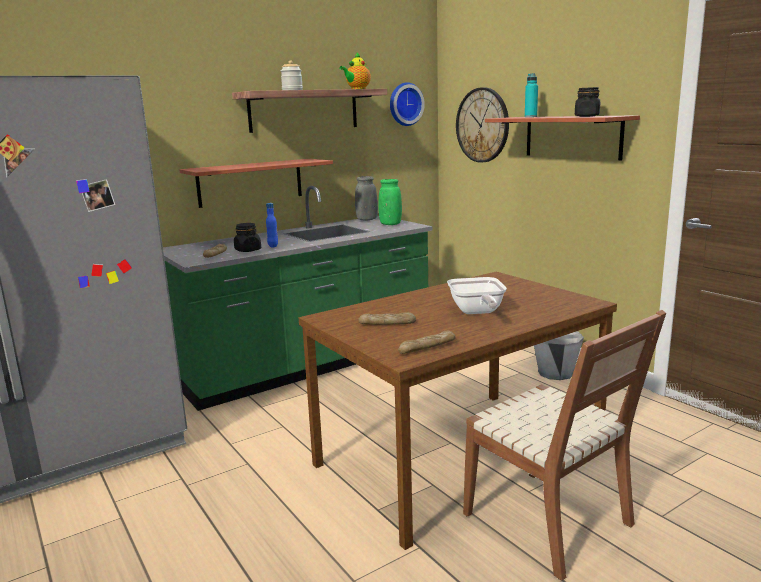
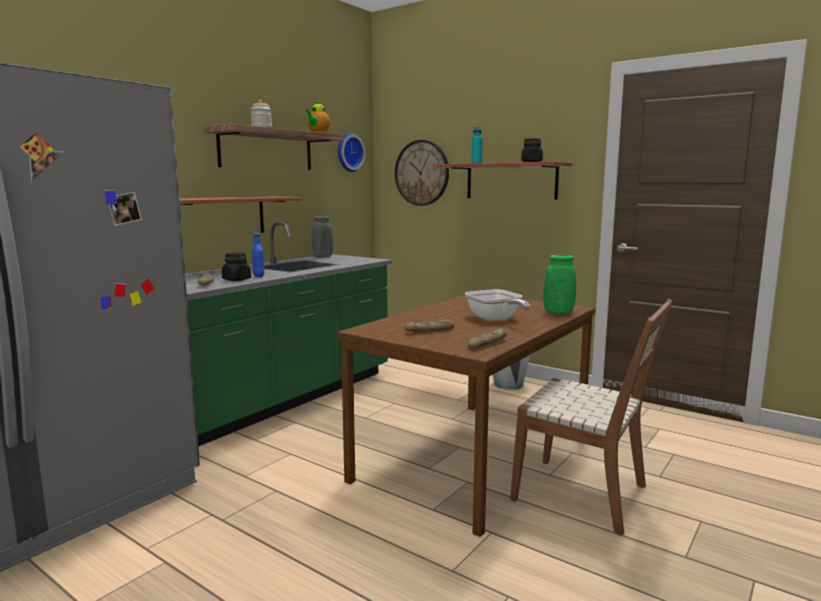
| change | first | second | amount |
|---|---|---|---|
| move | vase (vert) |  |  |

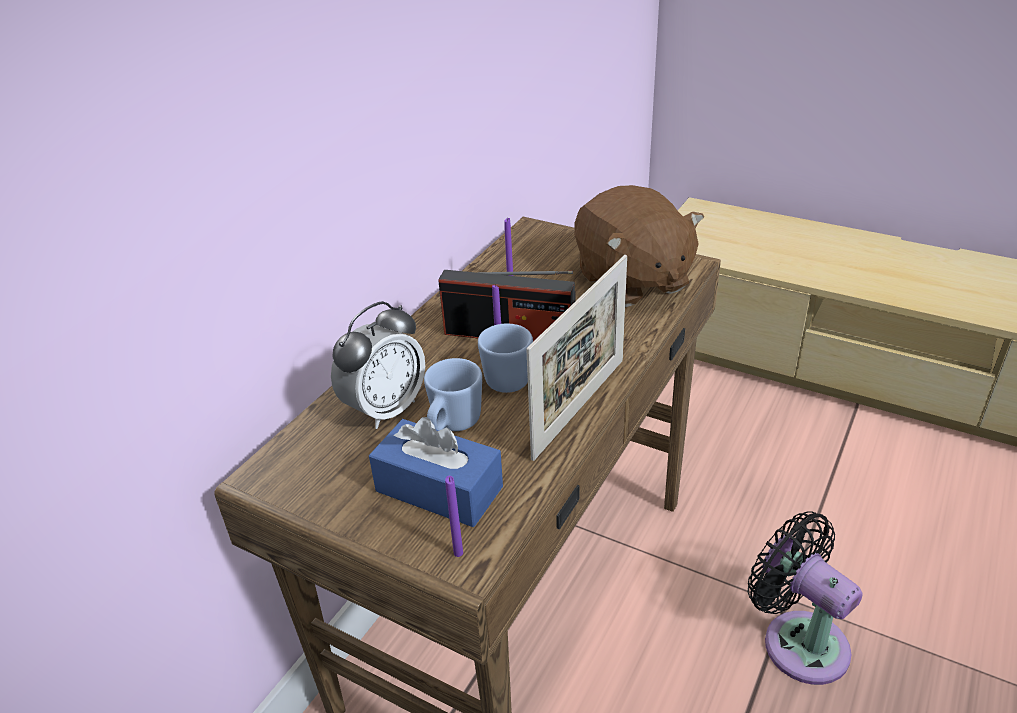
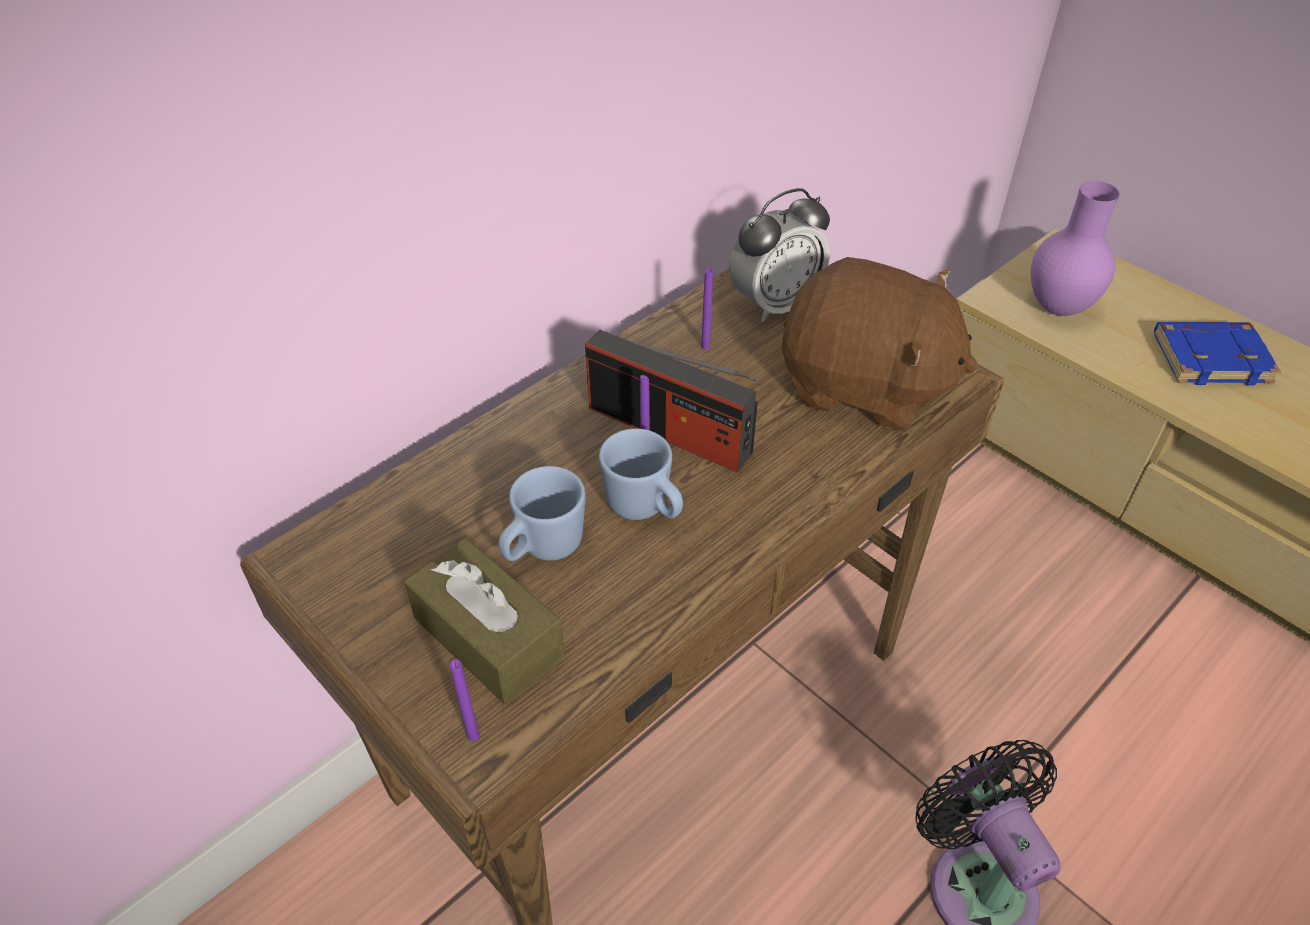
| change | first | second | amount |
|---|---|---|---|
| delete | cadre photo |  |  |
| insert |  | vase (violet) |  |
| insert |  | livre (bleu) |  |
| move | réveil |  |  |
| recolor | boîte à mouchoirs (bleu) | boîte à mouchoirs (marron) |  |
| rotate | peluche (marron) |  | 60 degrees counterclockwise |

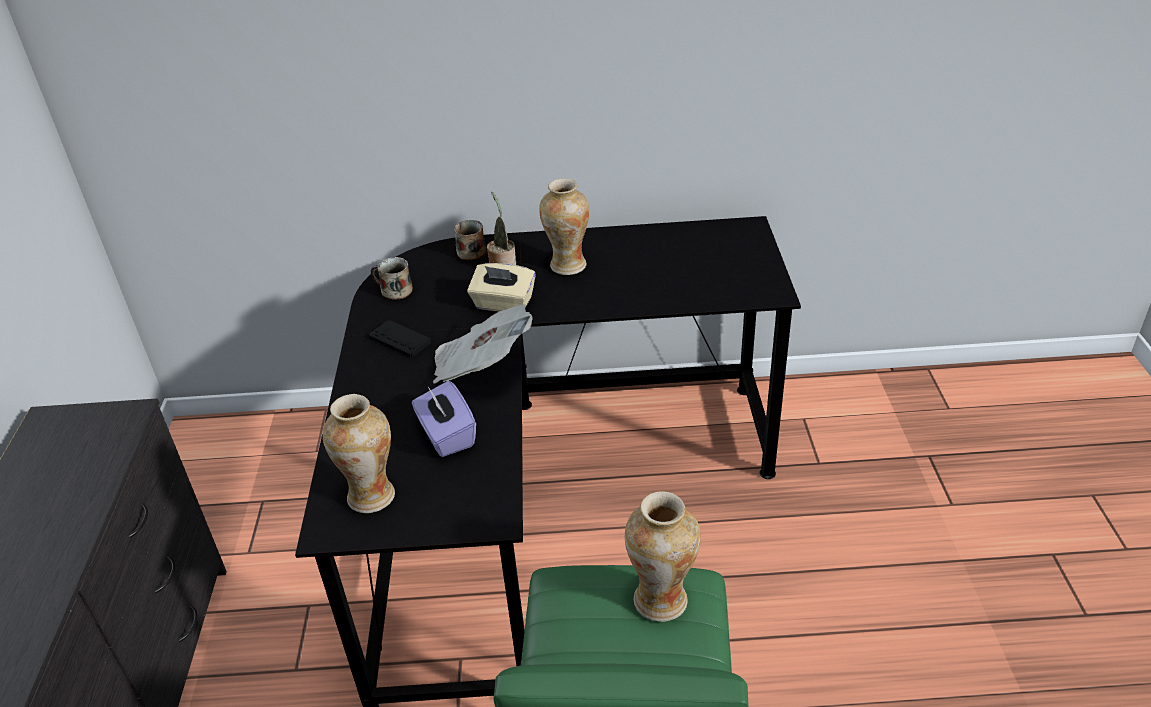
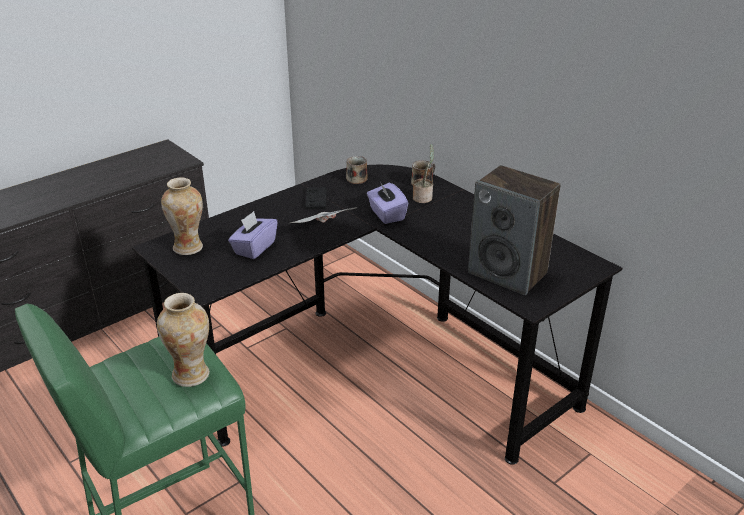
| change | first | second | amount |
|---|---|---|---|
| delete | vase (2nd from left) |  |  |
| insert |  | enceinte |  |
| recolor | boîte à mouchoirs (beige) | boîte à mouchoirs (violet) (2nd from left) |  |

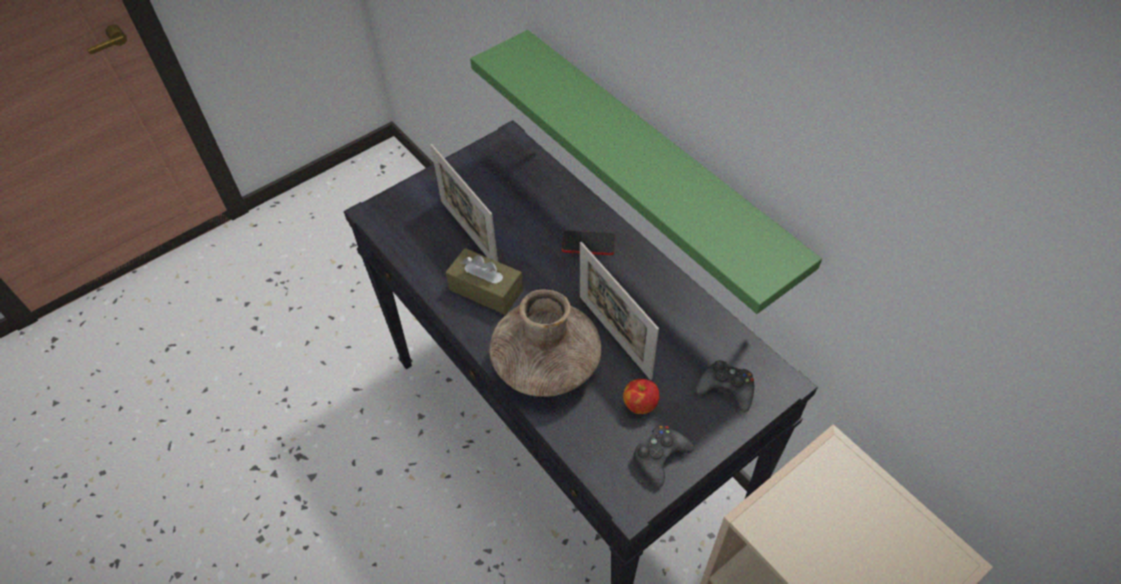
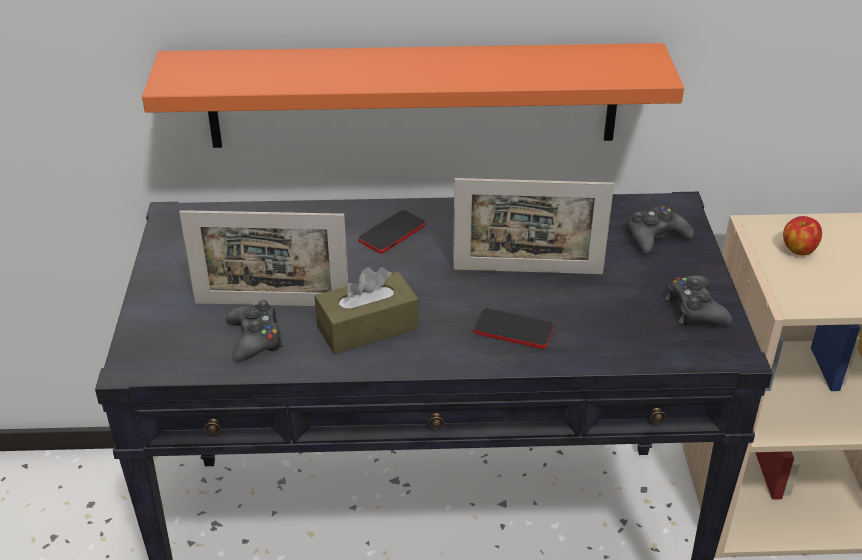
| change | first | second | amount |
|---|---|---|---|
| insert |  | manette (noir) (1st from left) |  |
| move | pomme |  |  |
| replace | vase (marron) | téléphone (2nd from left) |  |
| recolor | étagère (vert) | étagère (orange) |  |

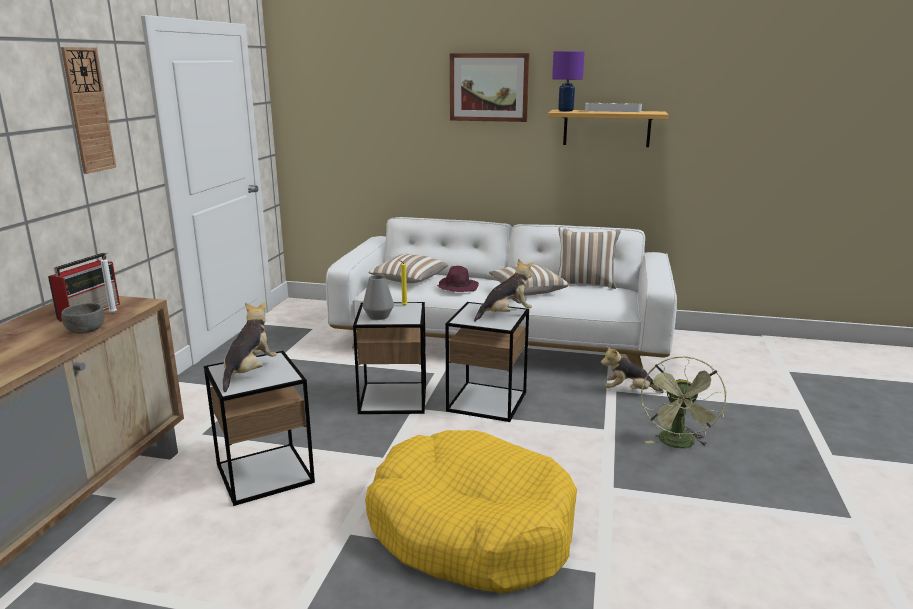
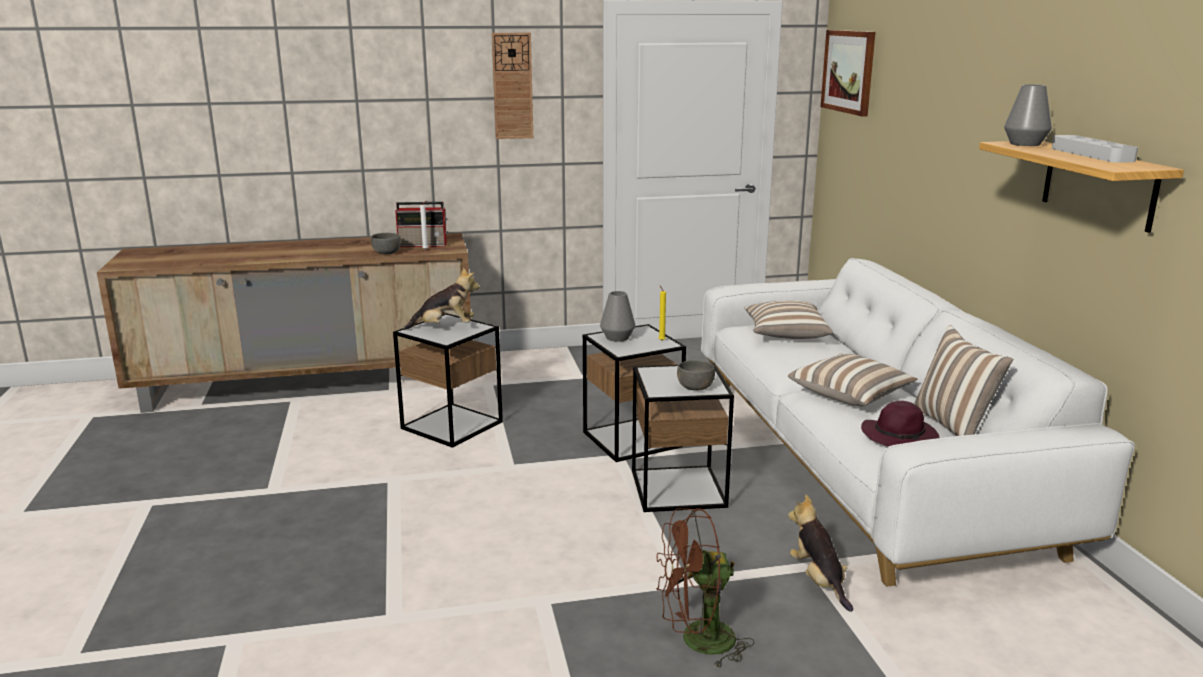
| change | first | second | amount |
|---|---|---|---|
| delete | panier pour chien (jaune) |  |  |
| move | chapeau (violet) |  |  |
| move | tableau |  |  |
| replace | peluche (2nd from left) | bol (gris) (2nd from left) |  |
| replace | lampe de table (violet) | vase (gris) (2nd from left) |  |
| recolor | ventilateur (vert) | ventilateur (marron) |  |

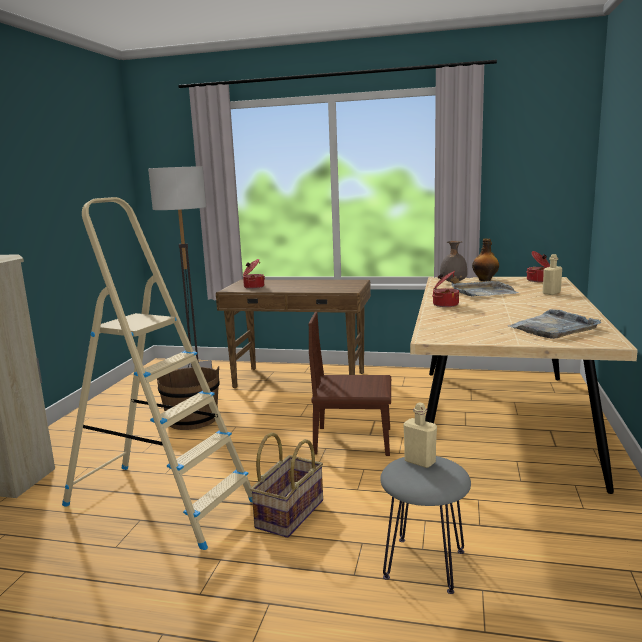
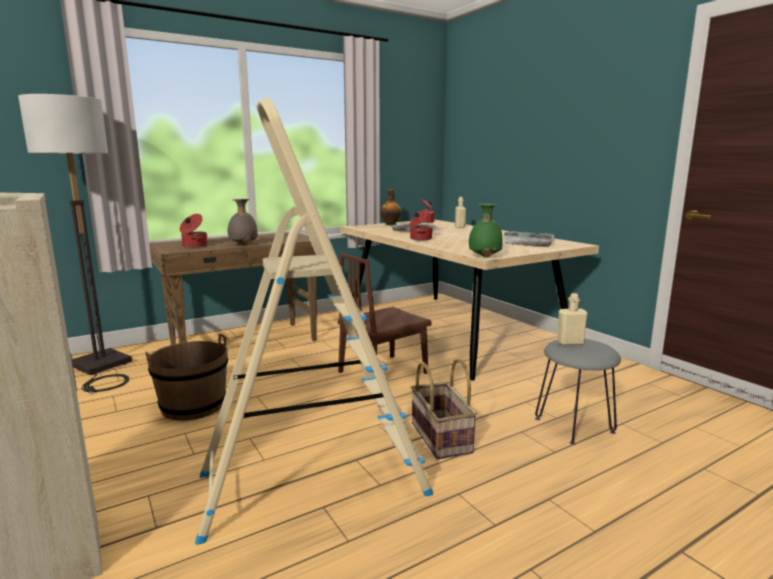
| change | first | second | amount |
|---|---|---|---|
| insert |  | vase (vert) |  |
| move | vase (gris) |  |  |

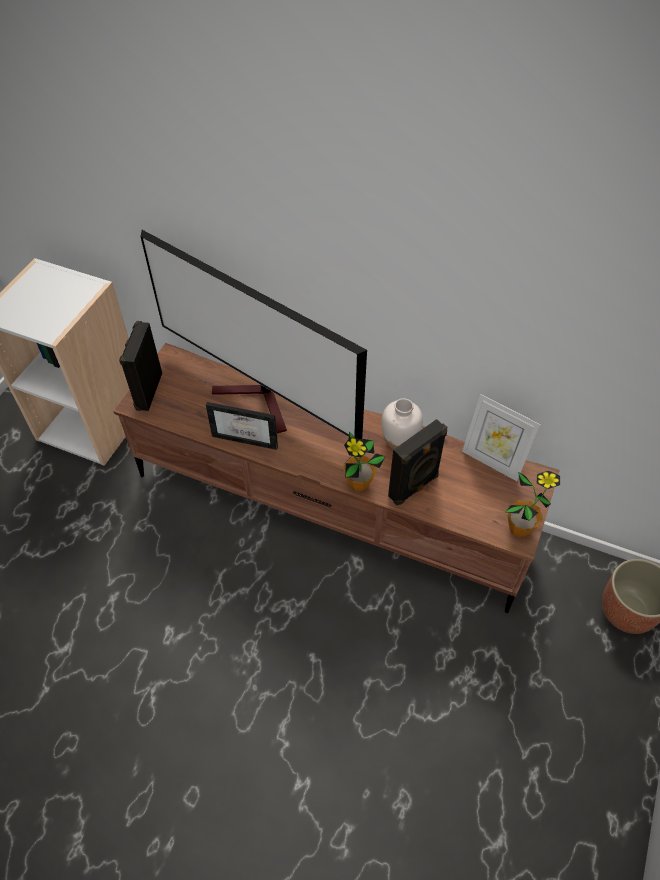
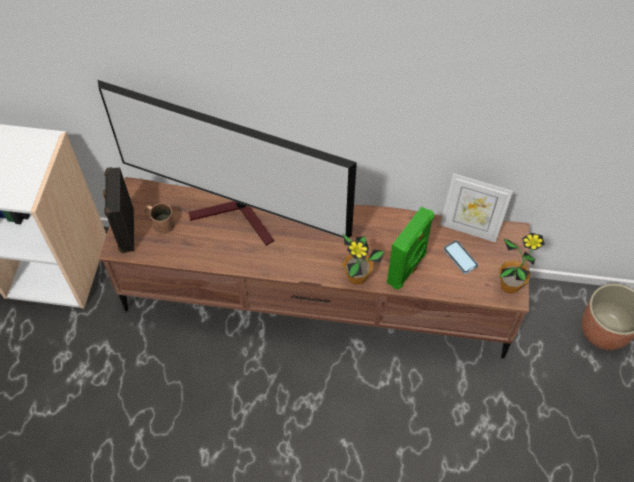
| change | first | second | amount |
|---|---|---|---|
| delete | cadre photo (1st from left) |  |  |
| delete | vase (blanc) |  |  |
| insert |  | mug (marron) |  |
| insert |  | téléphone |  |
| recolor | enceinte (noir) (2nd from left) | enceinte (vert) |  |

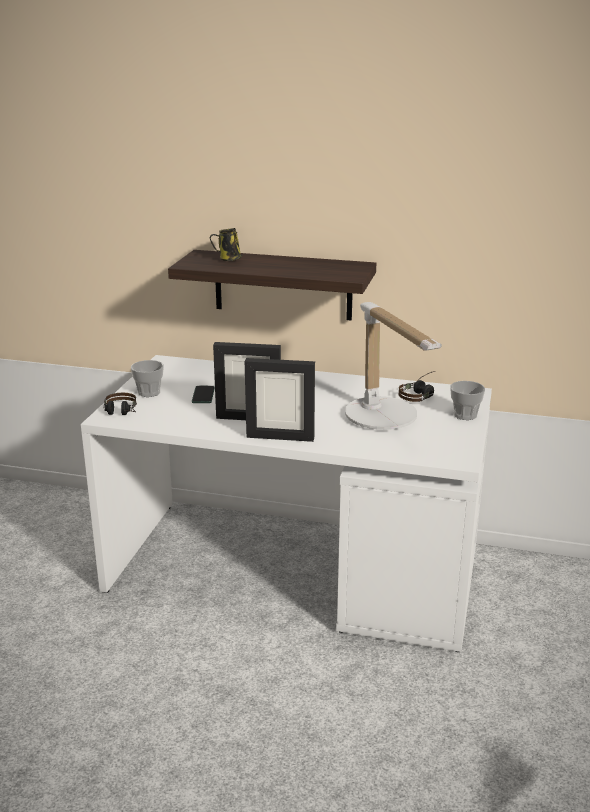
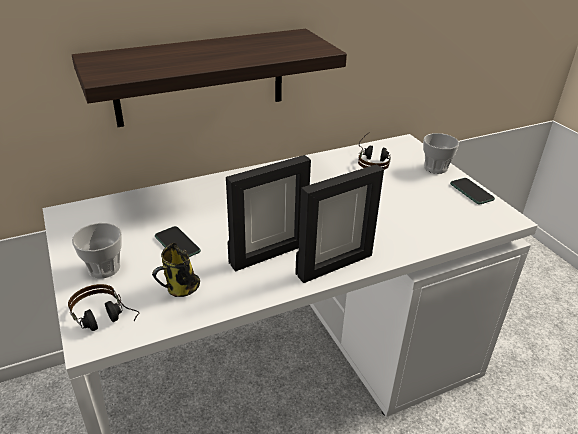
| change | first | second | amount |
|---|---|---|---|
| delete | lampe de table |  |  |
| insert |  | téléphone (2nd from left) |  |
| move | mug |  |  |

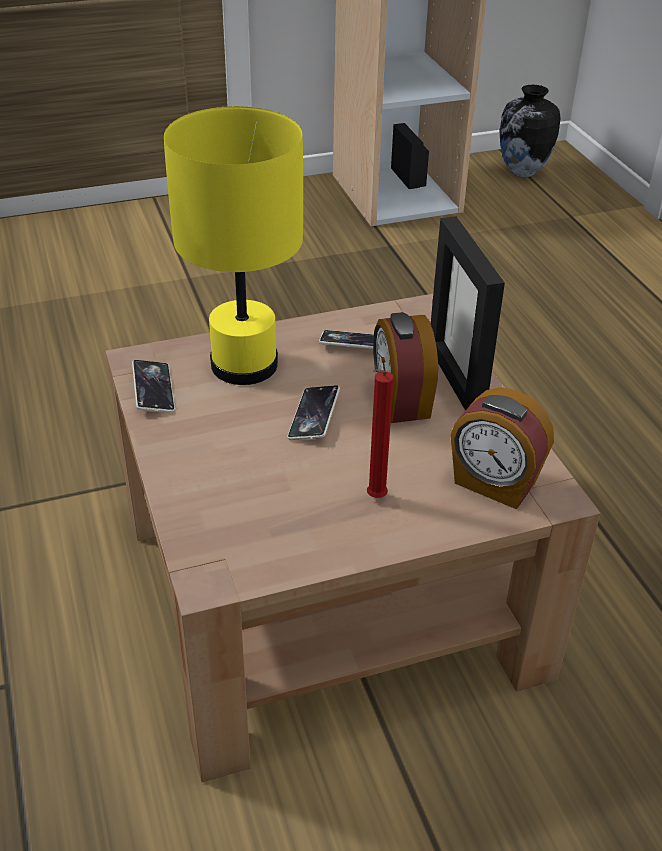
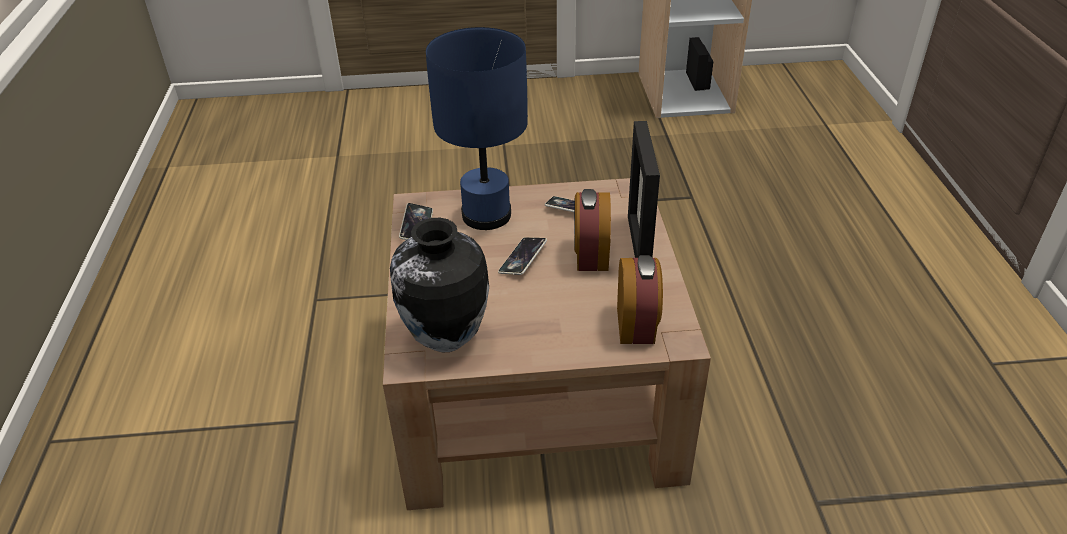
| change | first | second | amount |
|---|---|---|---|
| delete | bougie (rouge) |  |  |
| move | vase |  |  |
| recolor | lampe de table (jaune) | lampe de table (bleu) |  |
| rotate | réveil (2nd from left) |  | 135 degrees counterclockwise |

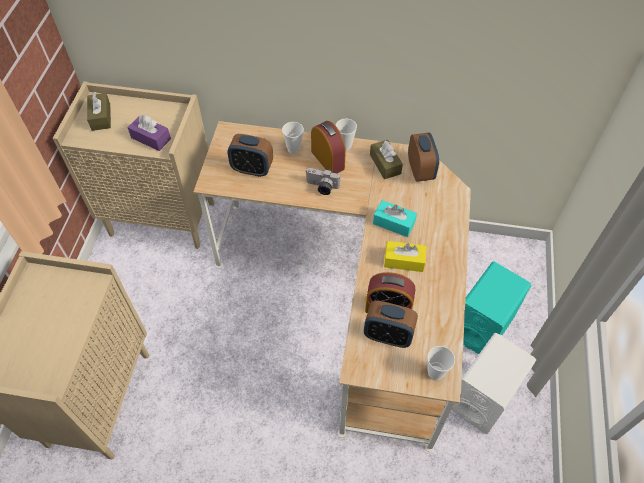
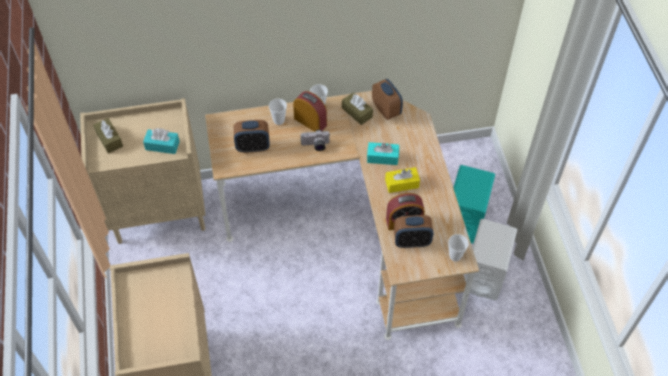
| change | first | second | amount |
|---|---|---|---|
| recolor | boîte à mouchoirs (violet) | boîte à mouchoirs (turquoise) (1st from left) |  |

